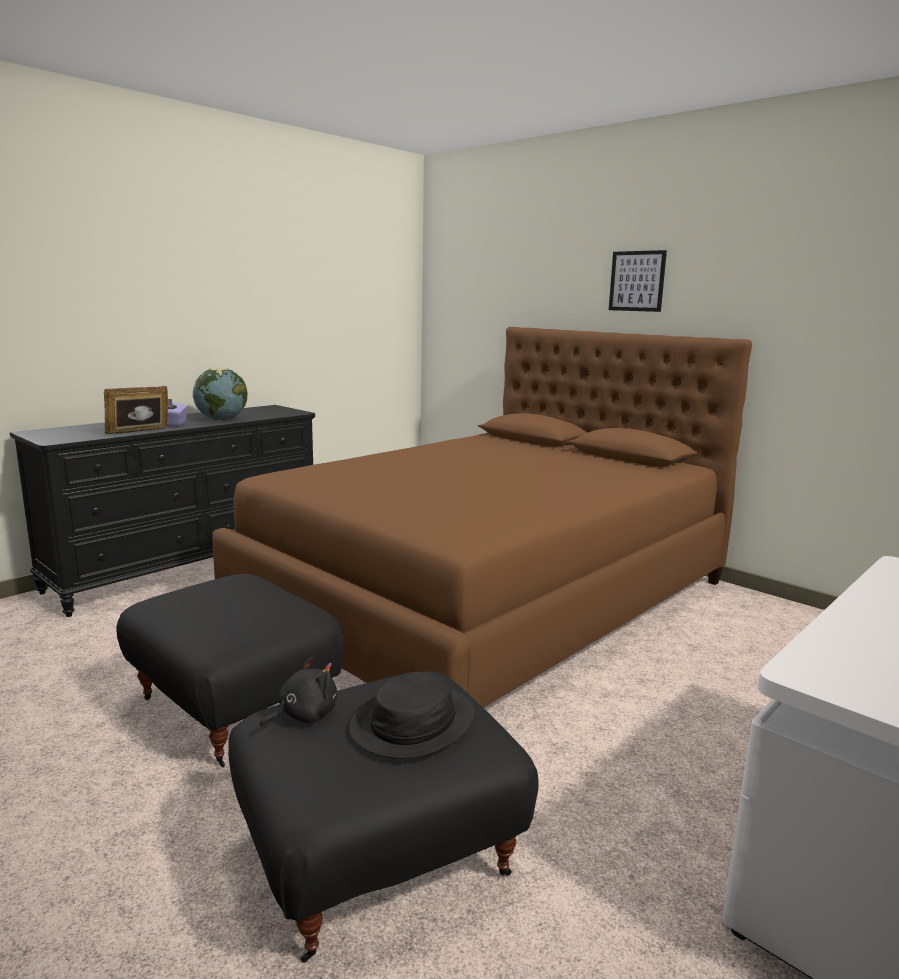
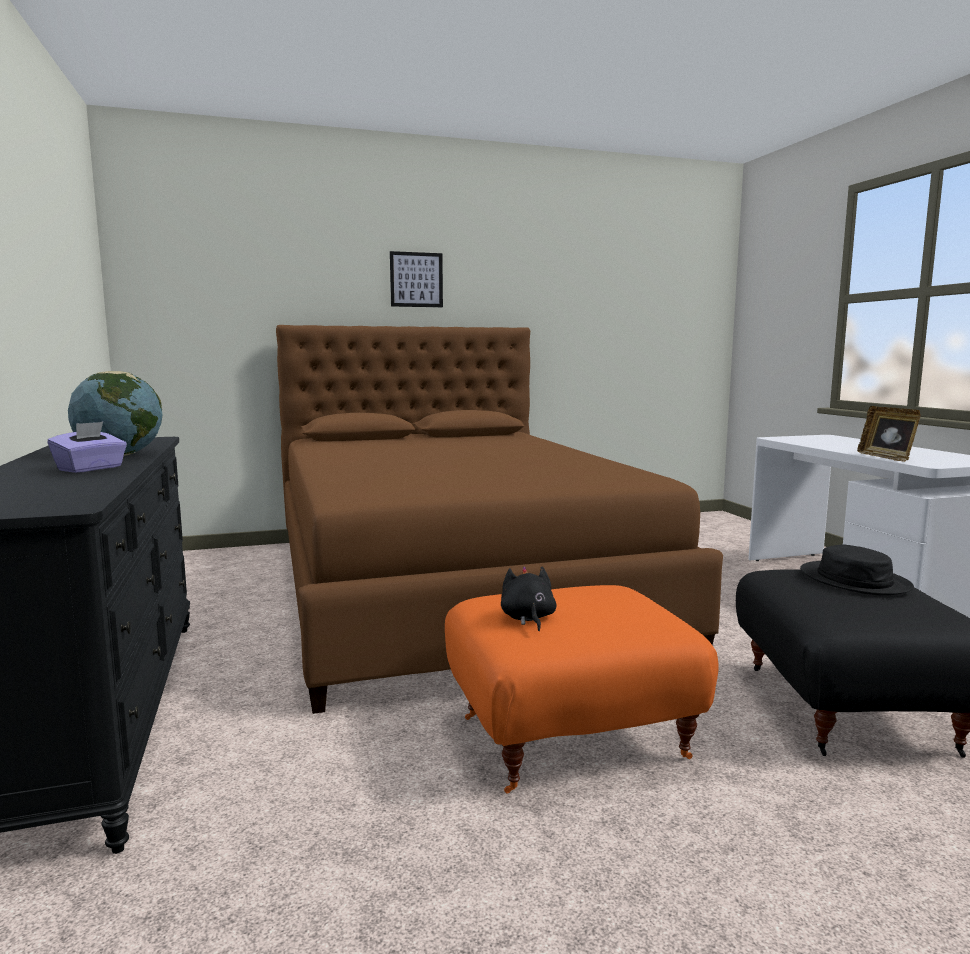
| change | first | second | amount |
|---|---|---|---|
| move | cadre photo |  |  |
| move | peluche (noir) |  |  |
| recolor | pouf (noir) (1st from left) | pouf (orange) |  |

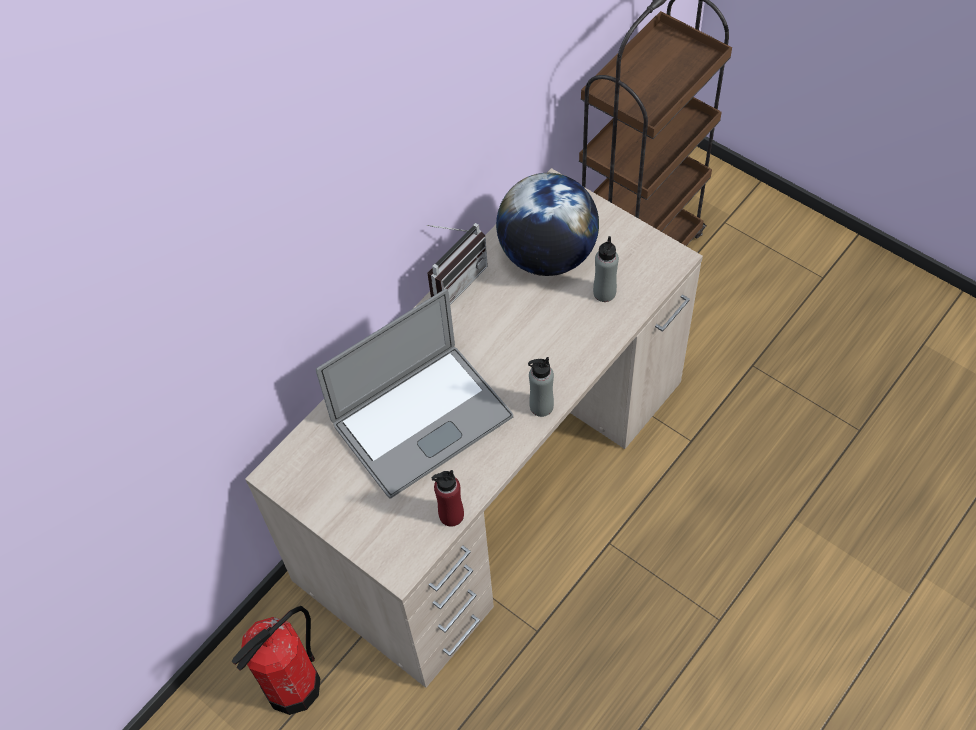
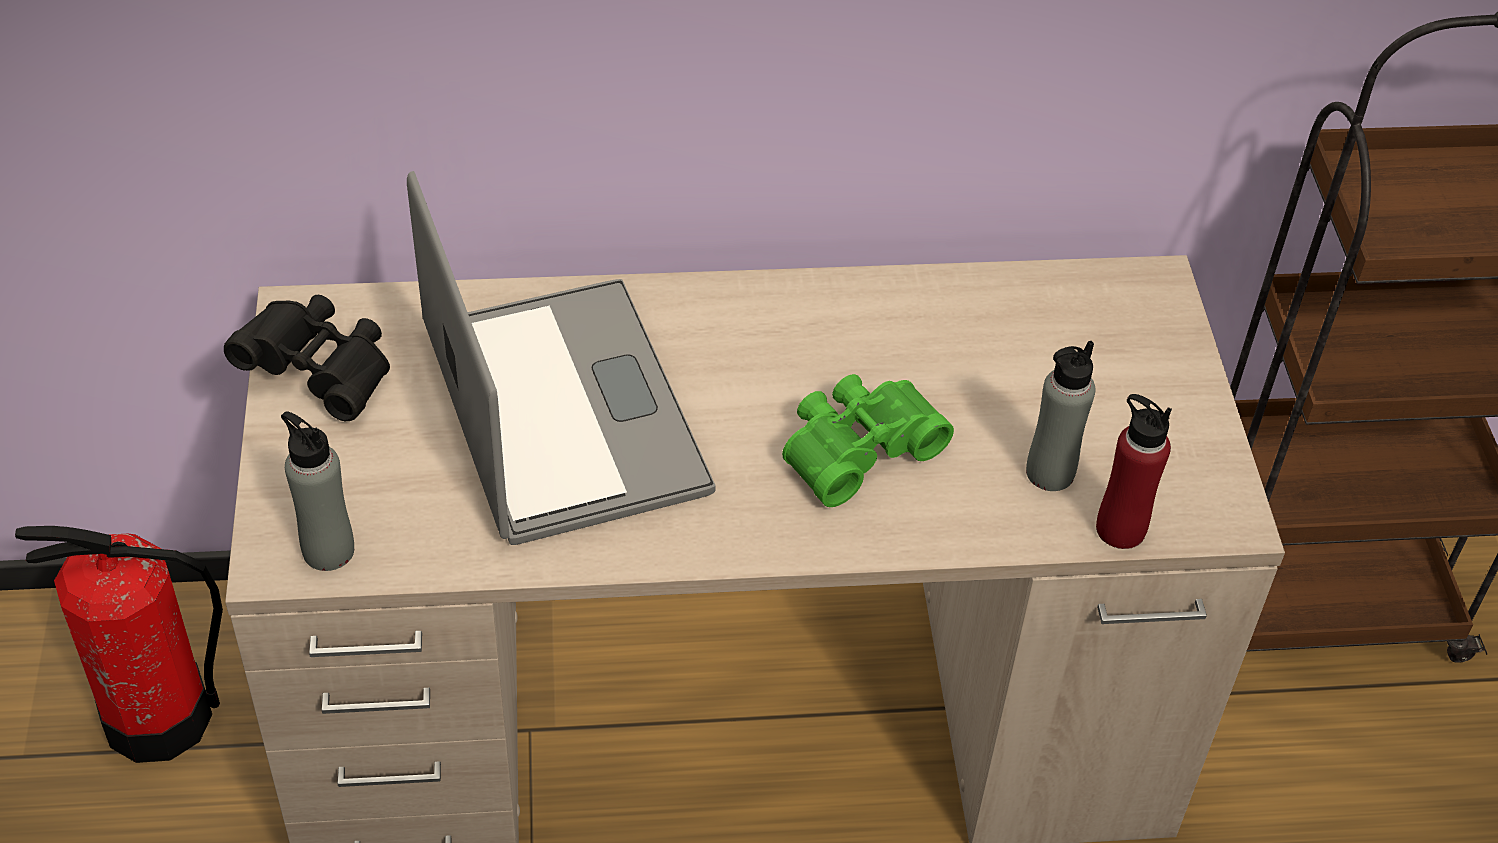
| change | first | second | amount |
|---|---|---|---|
| delete | radio |  |  |
| delete | globe |  |  |
| insert |  | jumelles (noir) |  |
| insert |  | jumelles (vert) |  |
| move | bouteille (rouge) |  |  |
| move | bouteille (gris) (1st from left) |  |  |
| rotate | ordinateur portable |  | 120 degrees counterclockwise |

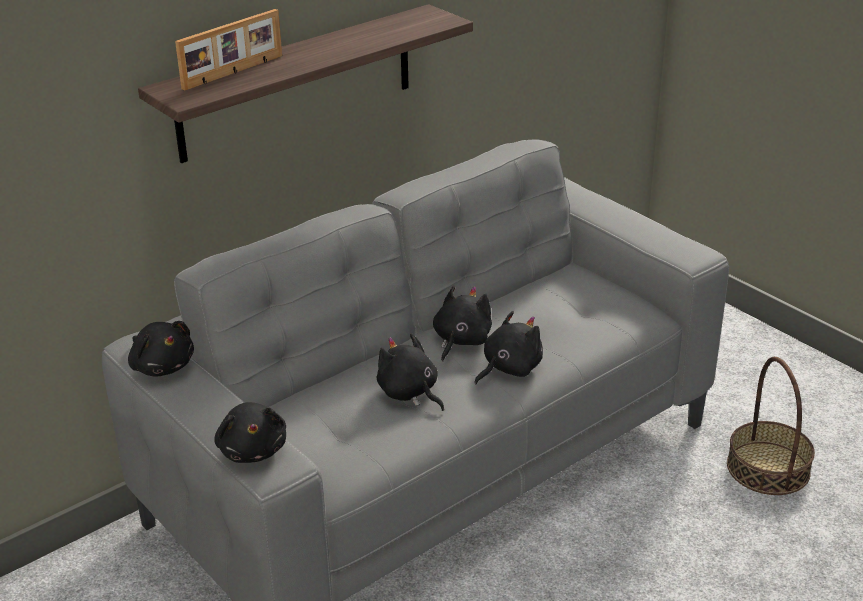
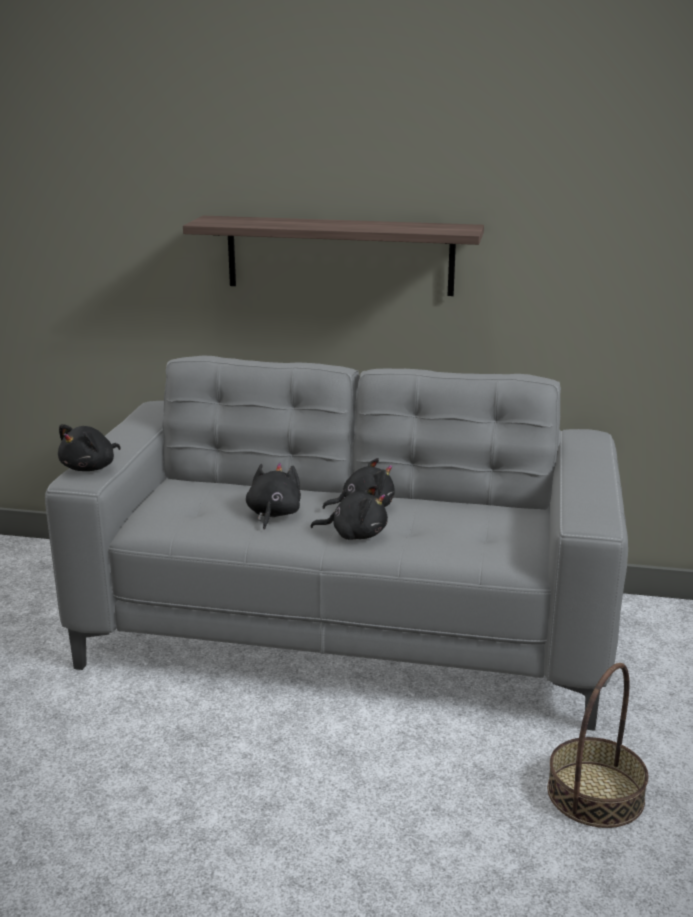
| change | first | second | amount |
|---|---|---|---|
| delete | peluche (noir) (1st from left) |  |  |
| delete | cadre photo |  |  |

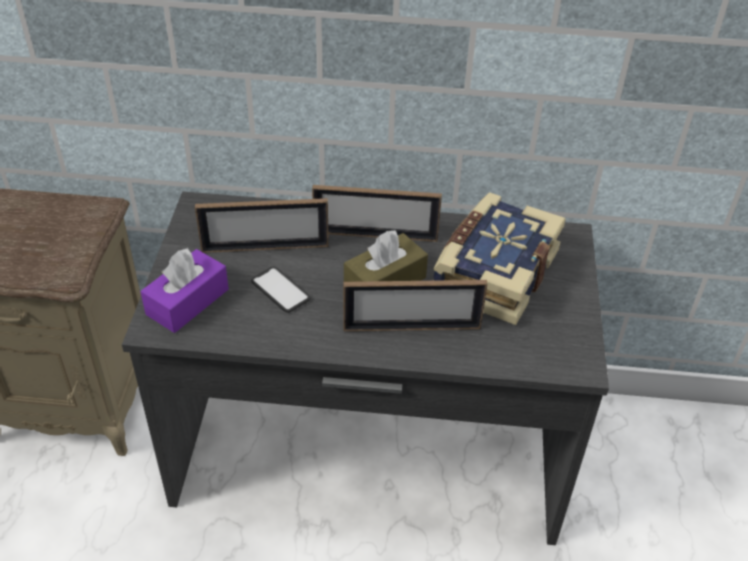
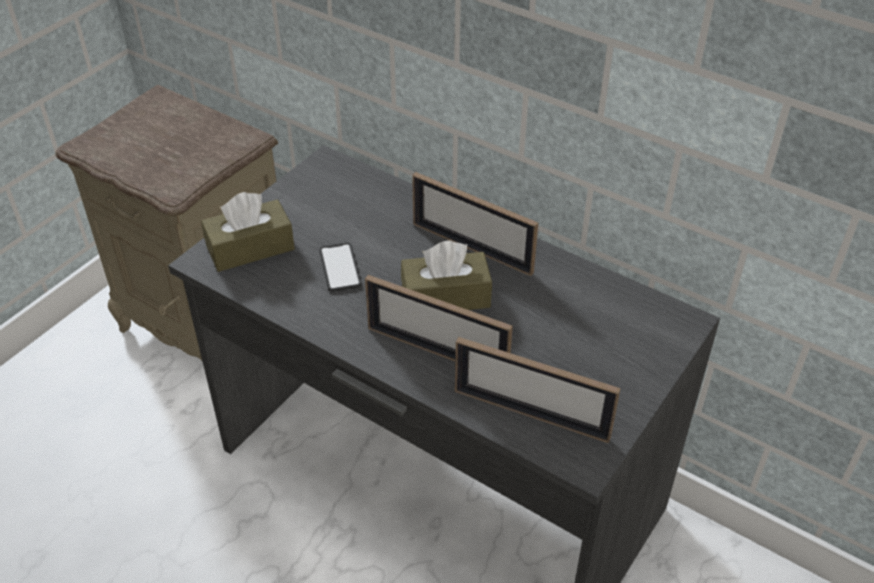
| change | first | second | amount |
|---|---|---|---|
| delete | livre |  |  |
| move | cadre photo (1st from left in the first image) | cadre photo (3rd from left) |  |
| recolor | boîte à mouchoirs (violet) | boîte à mouchoirs (marron) (1st from left) |  |

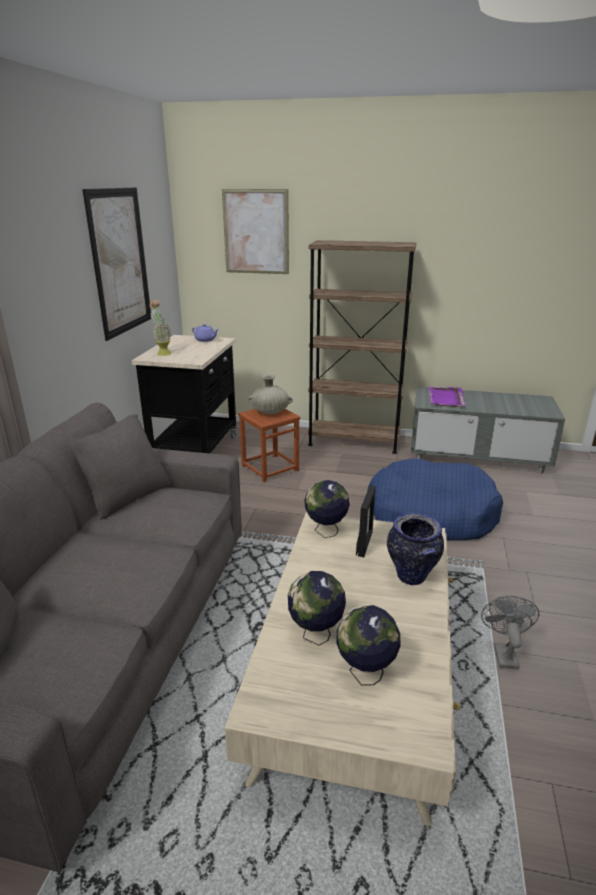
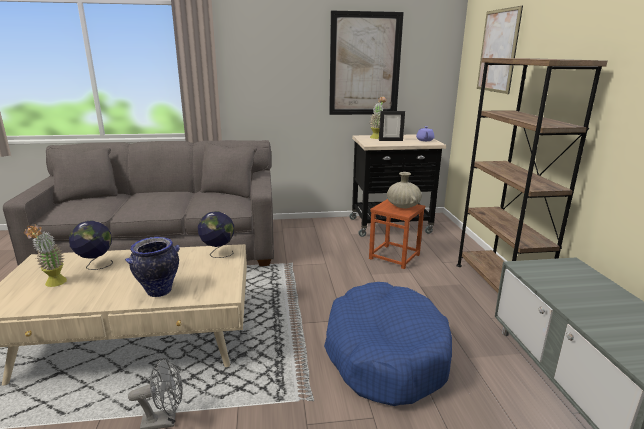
| change | first | second | amount |
|---|---|---|---|
| delete | plateau (violet) |  |  |
| move | cadre photo |  |  |
| replace | globe (3rd from left) | plante en pot (1st from left) |  |

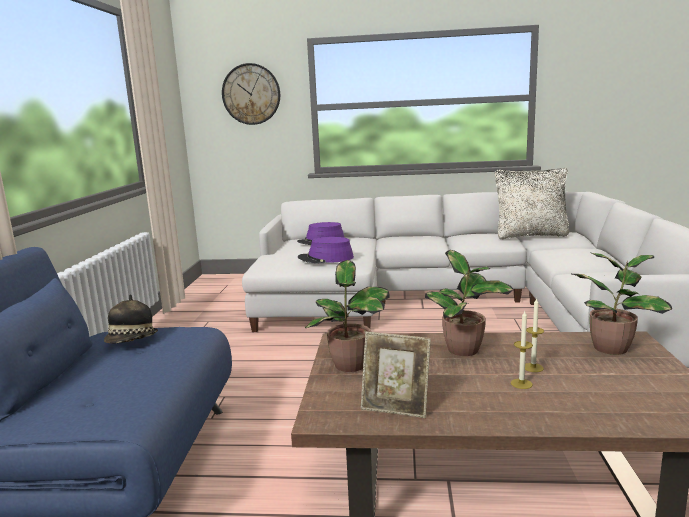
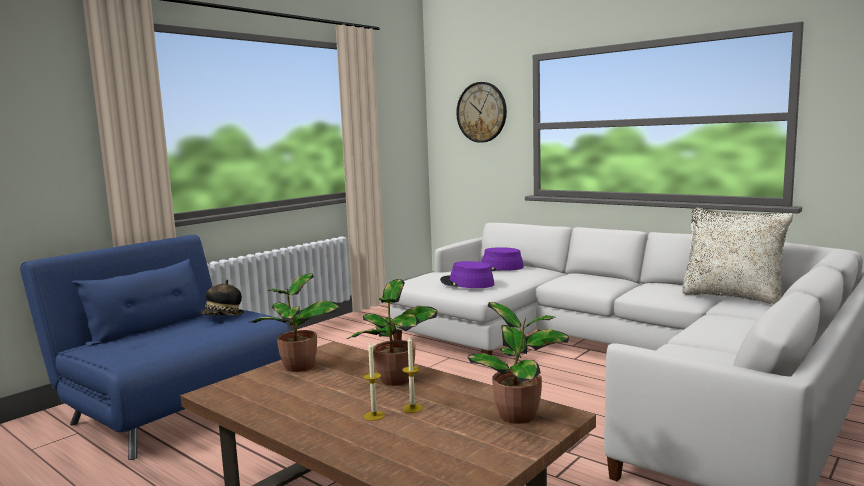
| change | first | second | amount |
|---|---|---|---|
| delete | cadre photo |  |  |

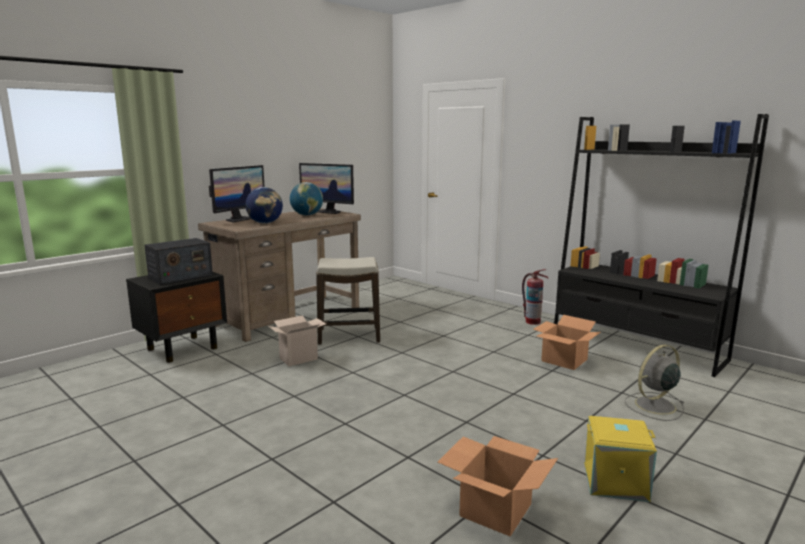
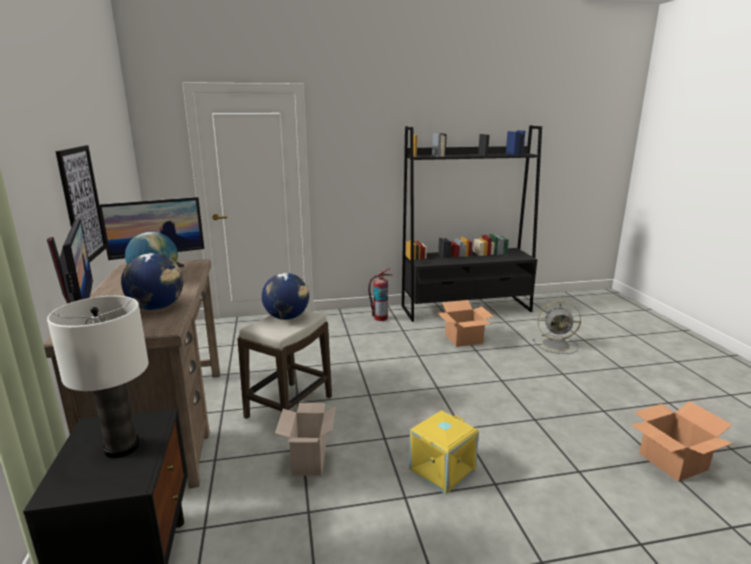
| change | first | second | amount |
|---|---|---|---|
| insert |  | tableau |  |
| insert |  | globe (3rd from left) |  |
| move | boîte de rangement (jaune) |  |  |
| replace | radio | lampe de table (blanc) |  |
| rotate | ventilateur (gris) |  | 90 degrees counterclockwise |

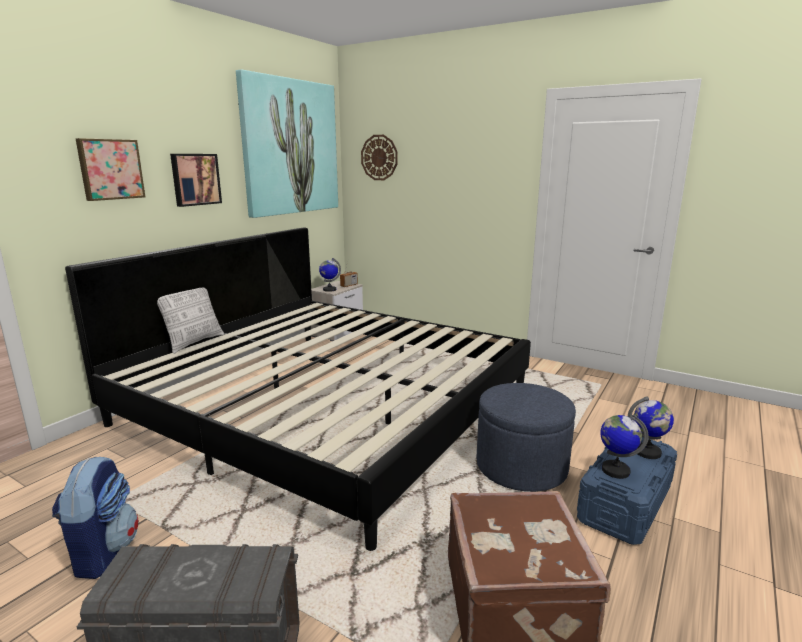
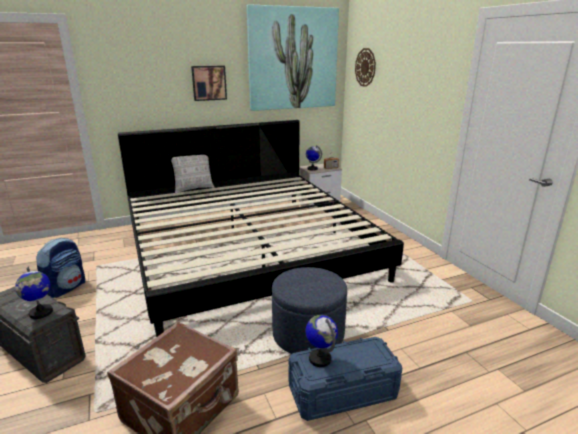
| change | first | second | amount |
|---|---|---|---|
| delete | tableau (1st from left) |  |  |
| move | globe (3rd from left in the first image) | globe (1st from left) |  |

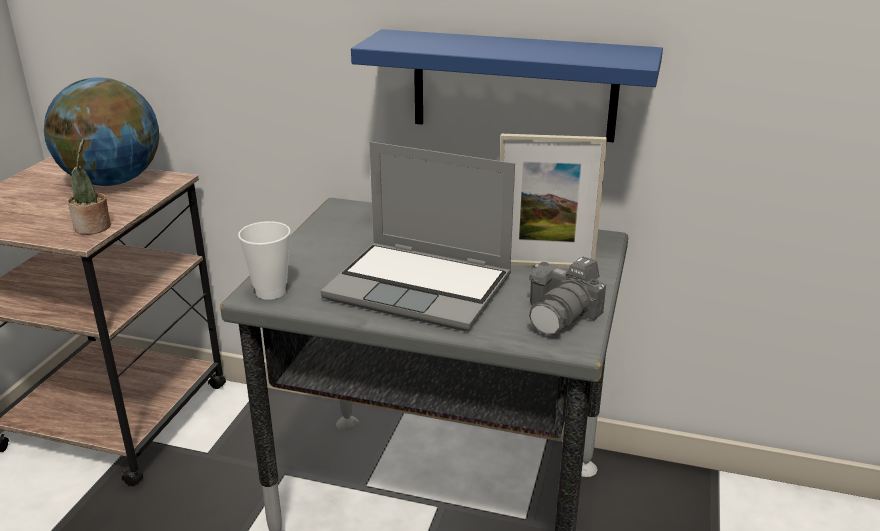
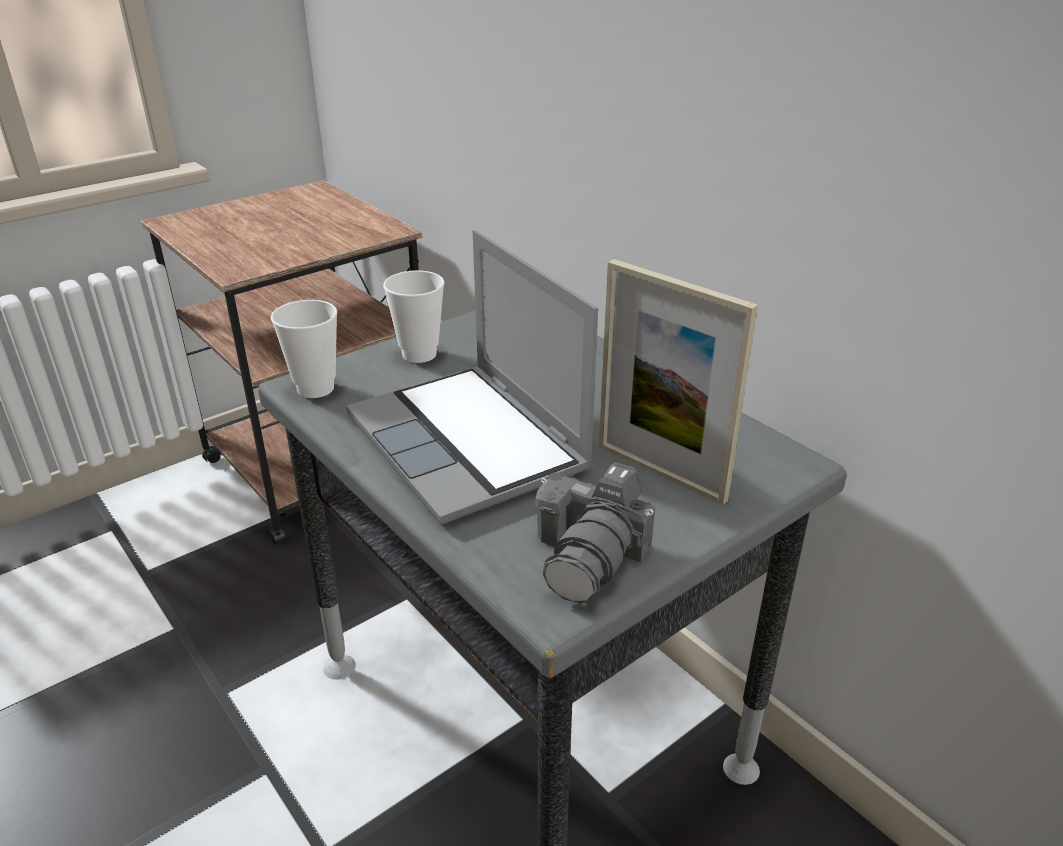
| change | first | second | amount |
|---|---|---|---|
| delete | globe |  |  |
| delete | plante en pot |  |  |
| delete | étagère (bleu) |  |  |
| insert |  | tasse (2nd from left) |  |
| rotate | appareil photo |  | 45 degrees counterclockwise |

